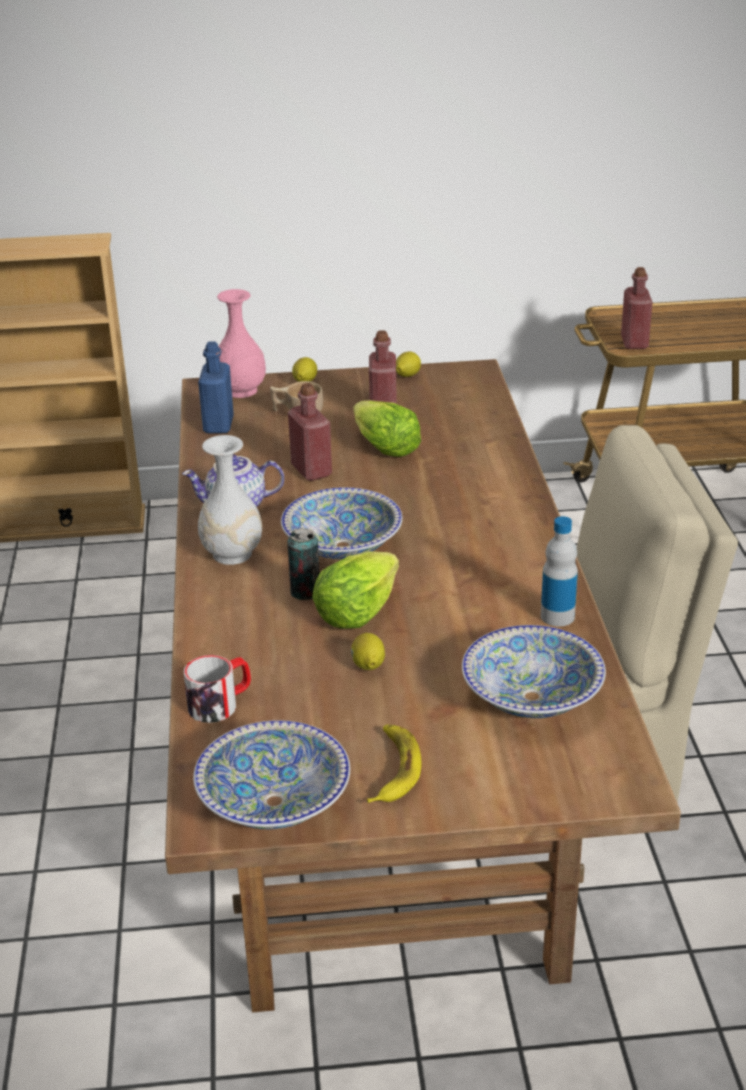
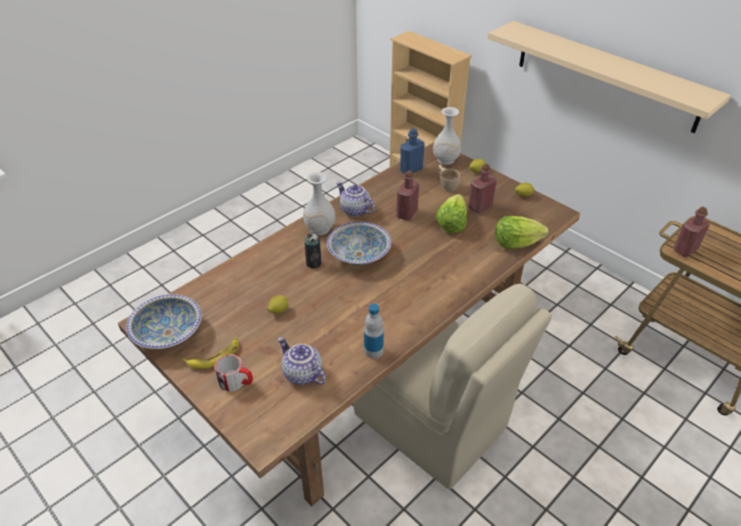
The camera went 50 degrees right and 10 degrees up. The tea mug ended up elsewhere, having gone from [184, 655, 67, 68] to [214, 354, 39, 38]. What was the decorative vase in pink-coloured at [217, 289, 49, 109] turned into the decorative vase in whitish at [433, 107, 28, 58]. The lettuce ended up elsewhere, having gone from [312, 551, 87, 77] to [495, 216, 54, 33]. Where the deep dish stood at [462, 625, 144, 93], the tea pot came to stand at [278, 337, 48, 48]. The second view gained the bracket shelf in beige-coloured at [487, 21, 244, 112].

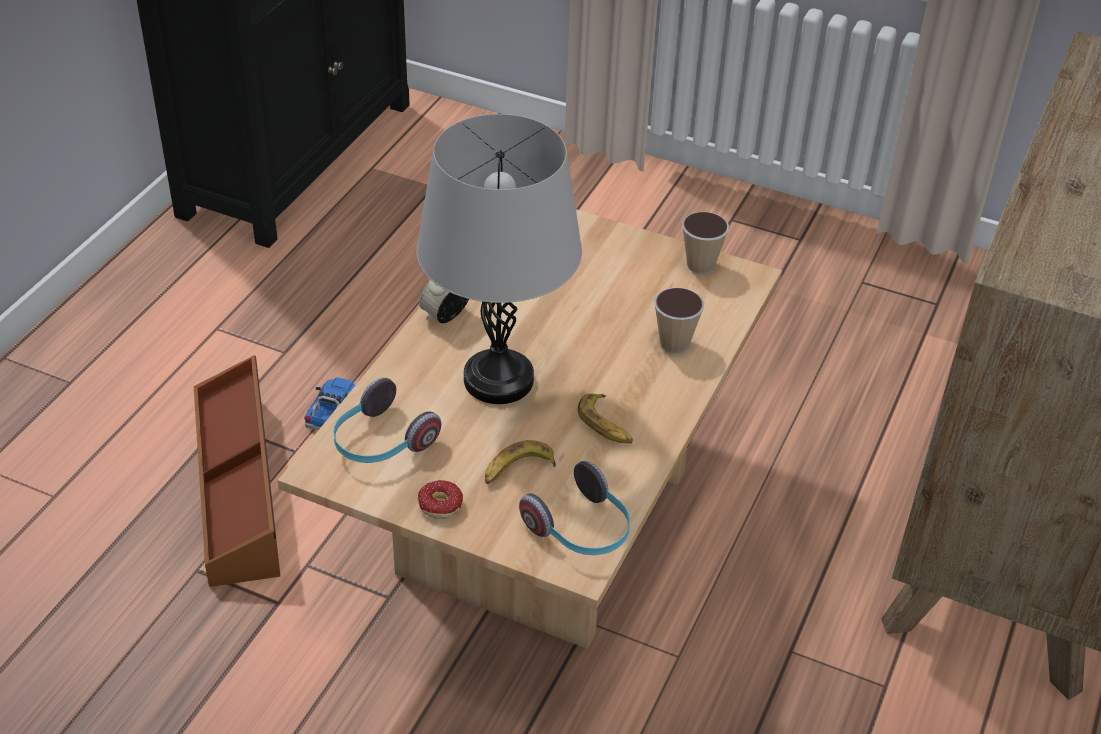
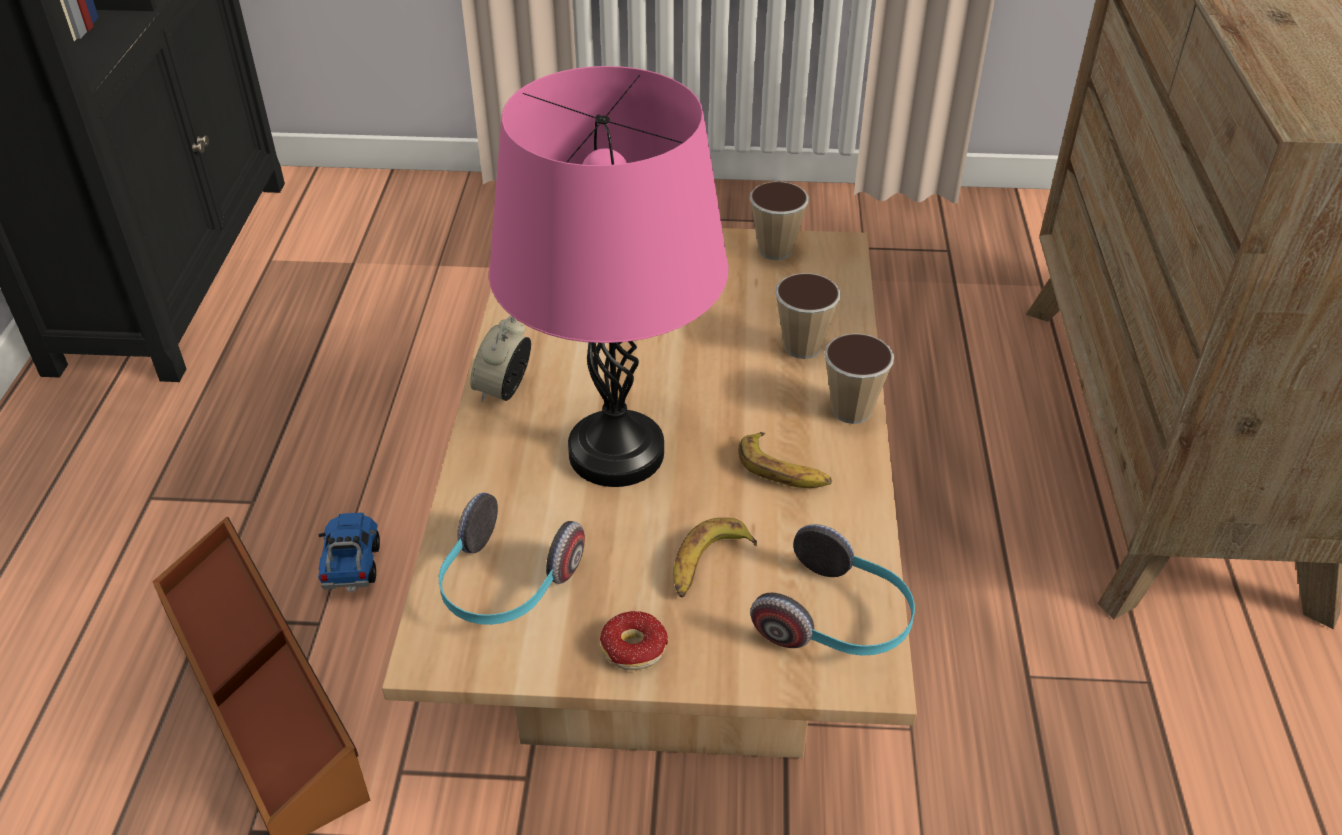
The camera went 20 degrees left and 0 degrees up. What was the tabletop lamp in greyish at [416, 114, 166, 290] turned into the tabletop lamp in pink-coloured at [489, 66, 240, 421]. The second view gained the drinking cup at [824, 333, 70, 91].

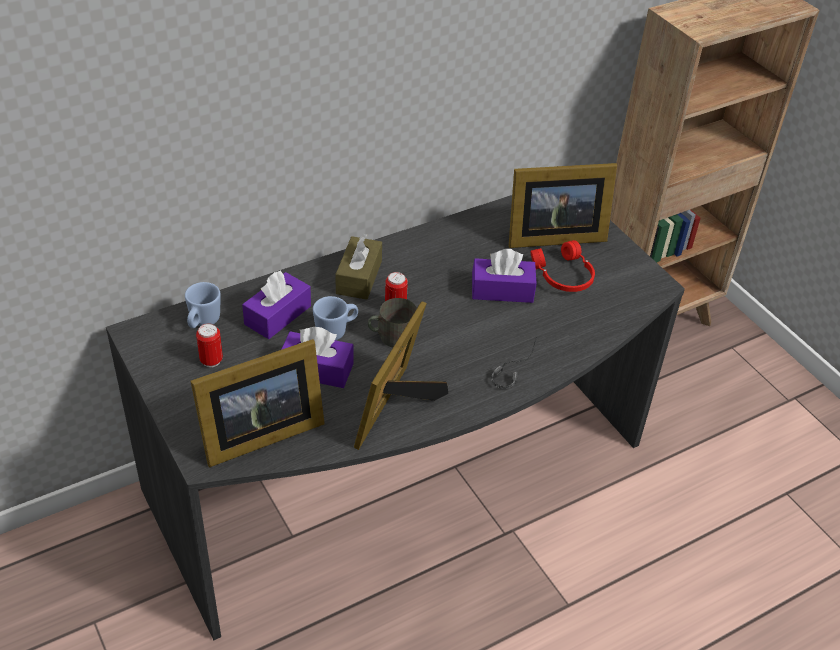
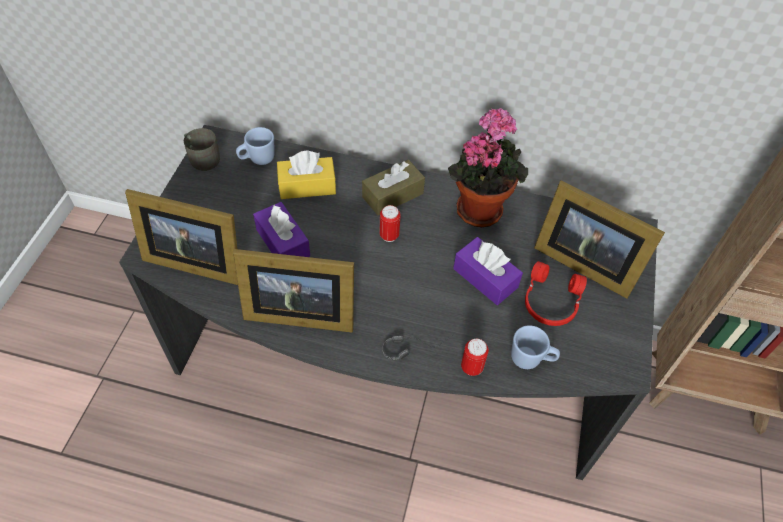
The camera went 45 degrees right and 10 degrees up. The sealed can ended up elsewhere, having gone from [196, 323, 27, 44] to [461, 339, 28, 37]. What was the tissue holder in purple at [242, 271, 69, 68] turned into the tissue holder in yellowish at [277, 151, 59, 48]. The tea mug in blue-coloured ended up elsewhere, having gone from [313, 296, 45, 44] to [511, 325, 49, 44]. The standing frame at [354, 301, 94, 149] ended up facing another way, 150 degrees counterclockwise from before. The tea mug in greyish ended up elsewhere, having gone from [368, 298, 49, 49] to [184, 128, 36, 43]. The second view gained the houseplant at [448, 108, 80, 119].

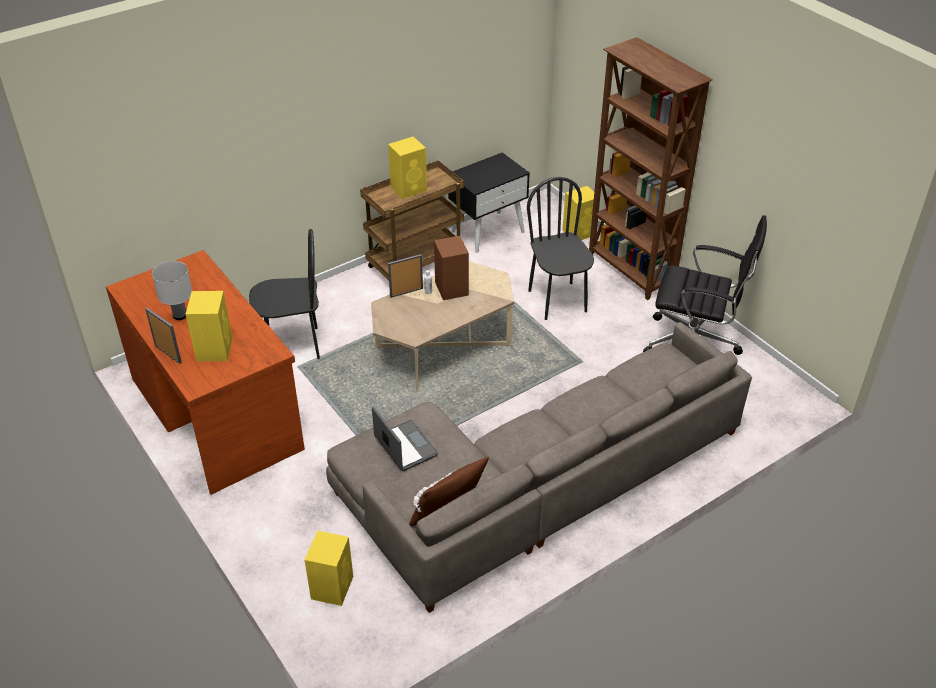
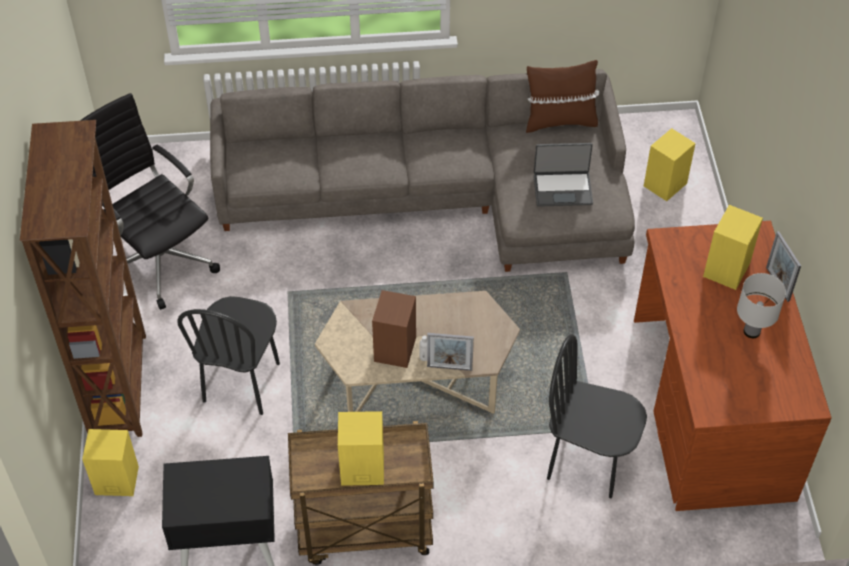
The camera went 150 degrees left and 10 degrees up. The laptop at [372, 407, 66, 65] ended up facing another way, 90 degrees counterclockwise from before.

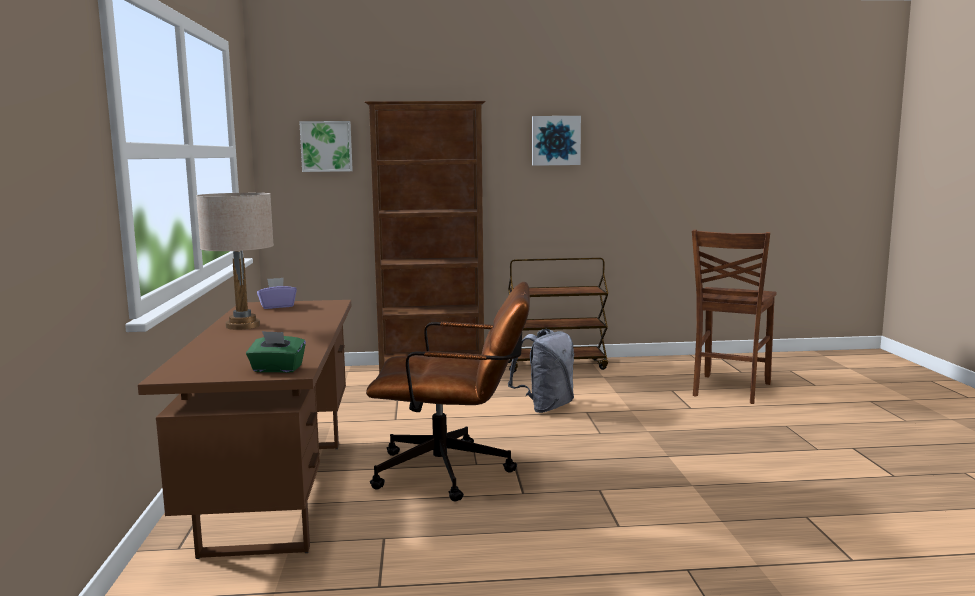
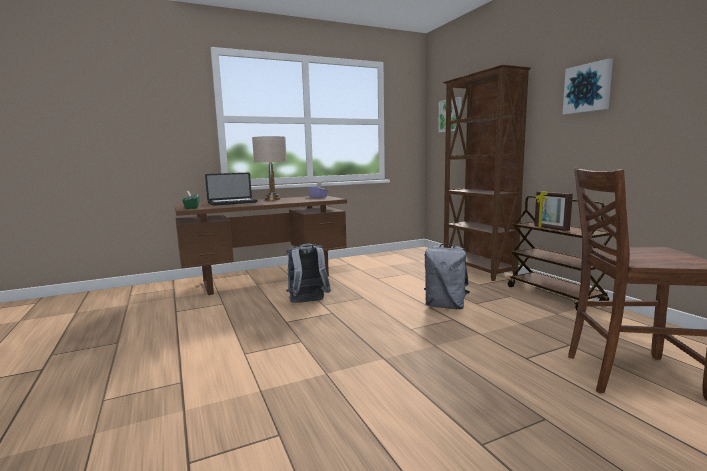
The camera went 70 degrees right and 0 degrees up. Where the desk chair in brownish stood at [366, 282, 164, 219], the rucksack in greyish came to stand at [286, 244, 45, 59]. The second view gained the laptop at [205, 173, 52, 33]. The second view gained the standing frame at [534, 191, 39, 40].

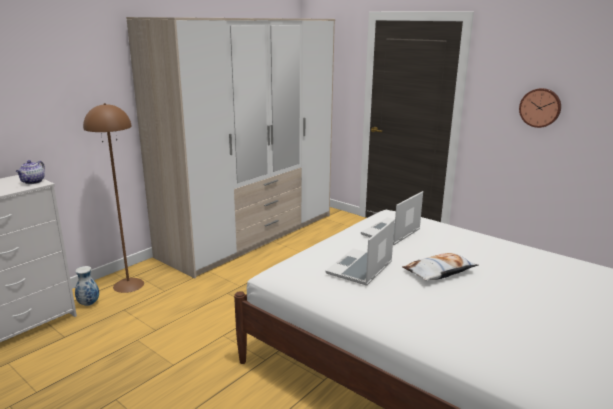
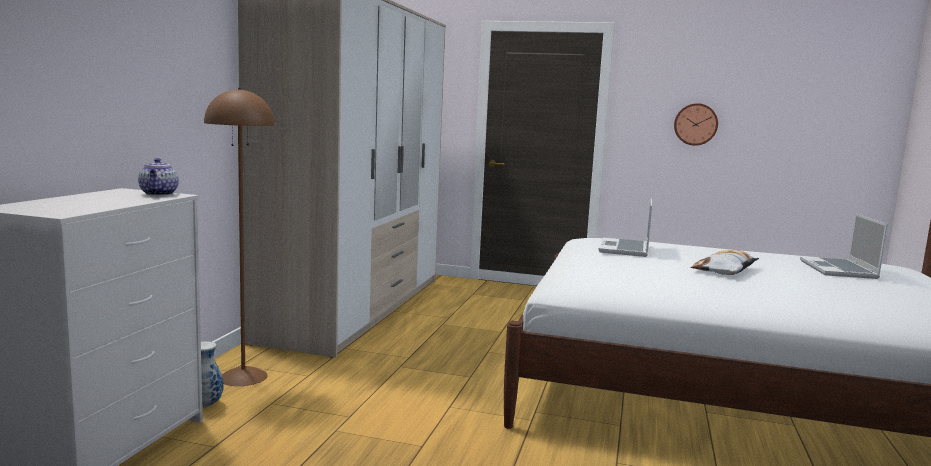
The camera went 25 degrees left and 10 degrees down. The laptop ended up elsewhere, having gone from [325, 219, 70, 67] to [800, 214, 88, 65].

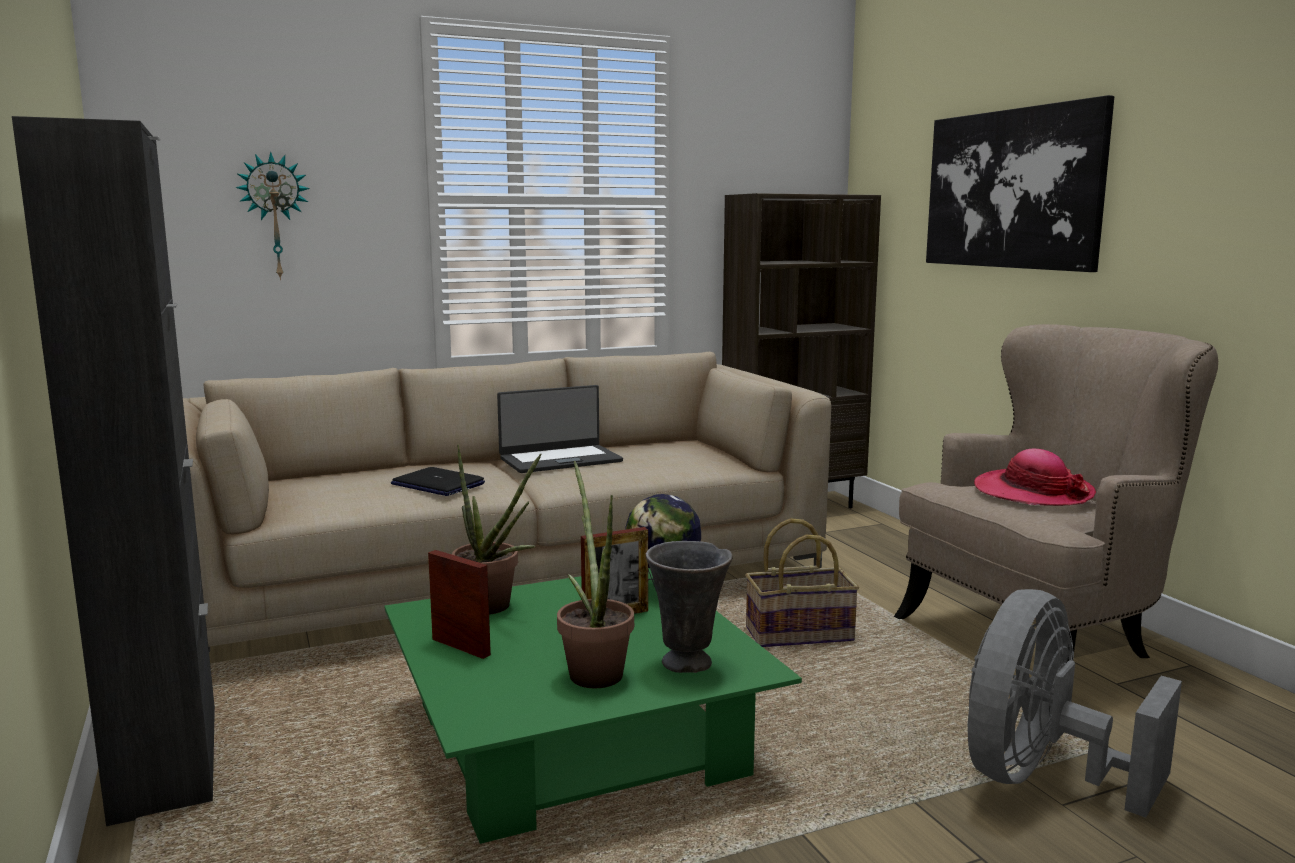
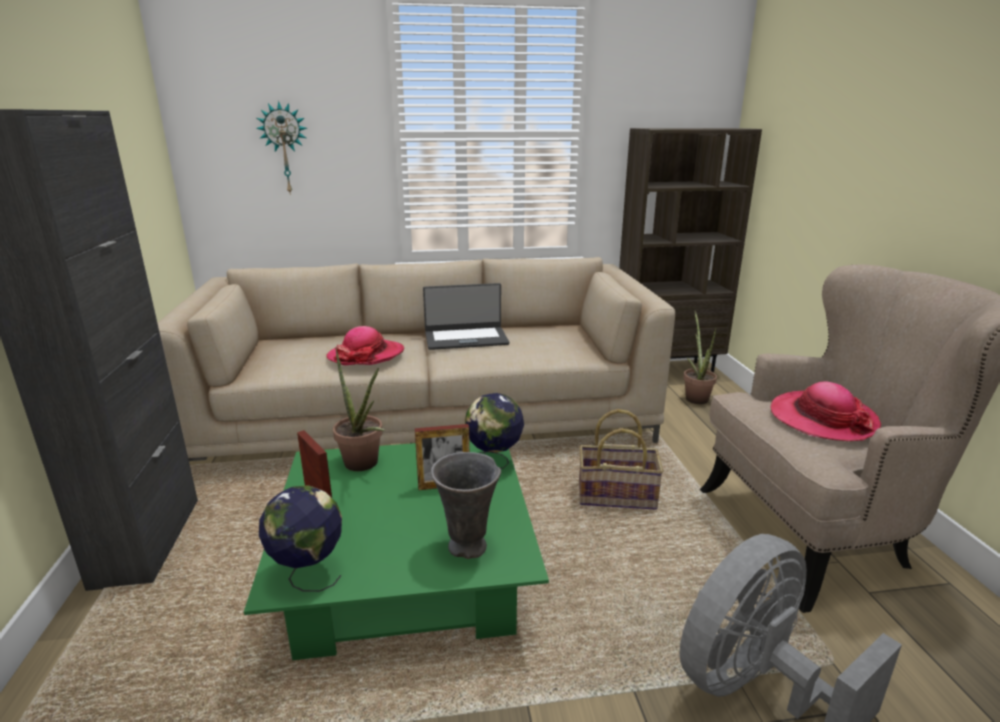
The camera went 15 degrees right and 10 degrees up. Where the laptop stood at [391, 467, 94, 29], the wearable hat came to stand at [326, 326, 78, 39]. The houseplant ended up elsewhere, having gone from [557, 461, 77, 227] to [683, 311, 34, 93]. The second view lost the wall picture at [926, 95, 188, 177]. The second view gained the globe at [259, 485, 83, 107].

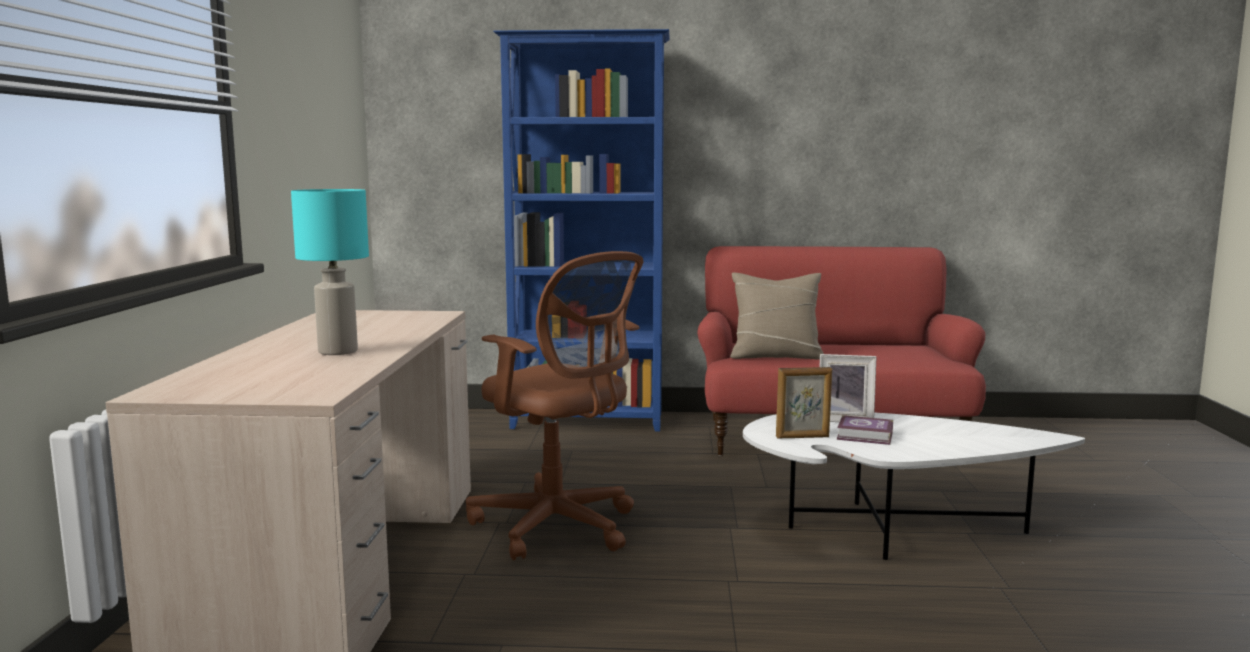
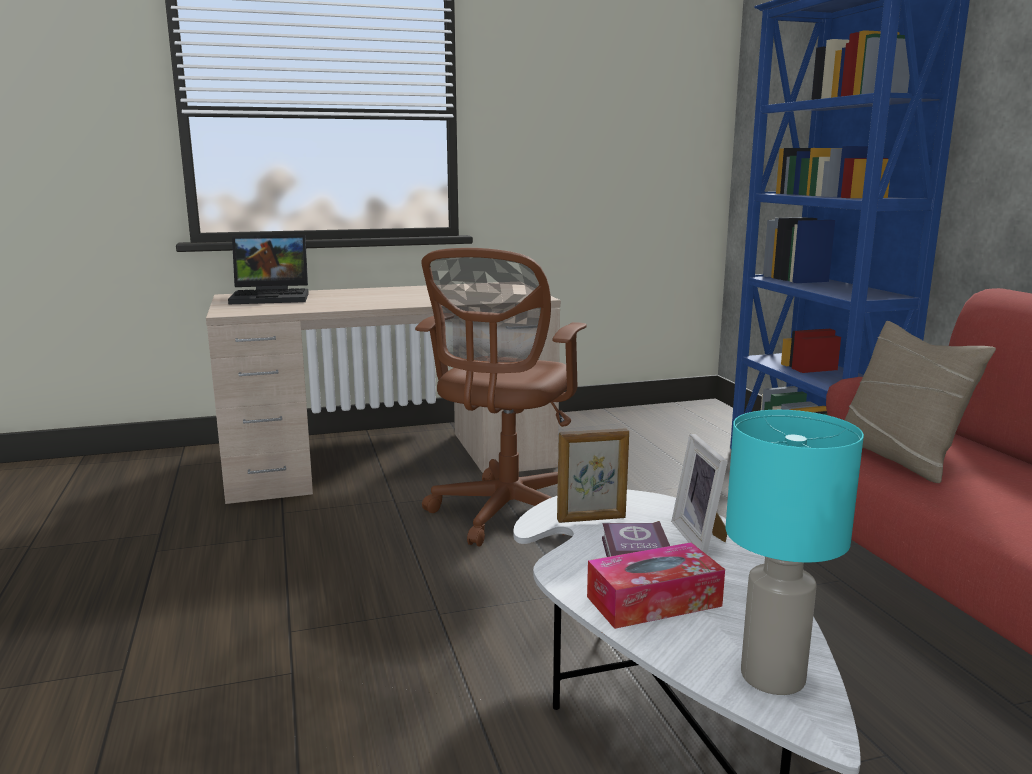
The camera went 70 degrees right and 5 degrees up. The tabletop lamp in turquoise-coloured ended up elsewhere, having gone from [291, 189, 78, 166] to [726, 410, 138, 285]. The standing frame at [776, 367, 56, 72] ended up facing another way, 75 degrees counterclockwise from before. The second view gained the laptop at [228, 235, 81, 69]. The second view gained the tissue holder at [587, 542, 138, 87].

